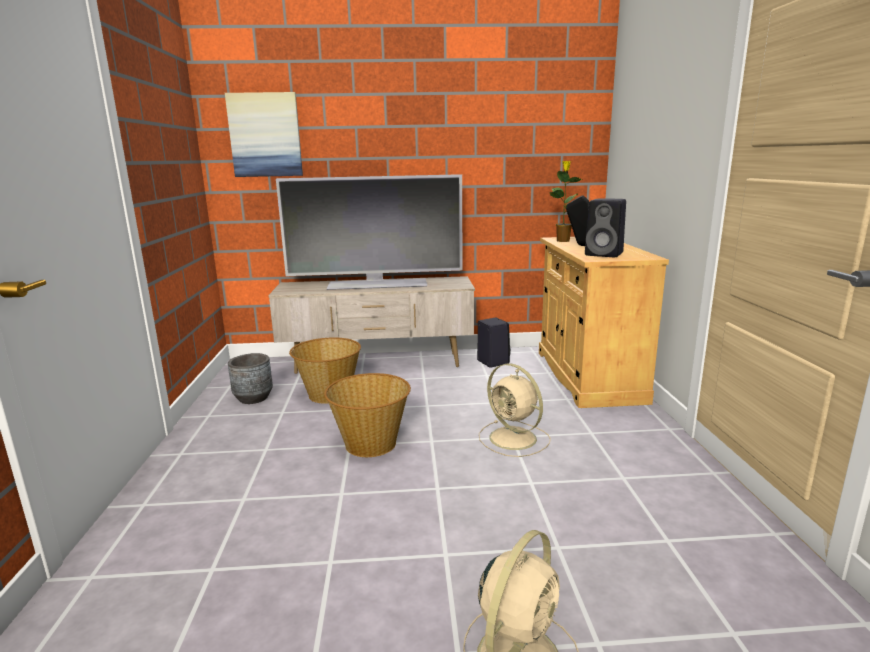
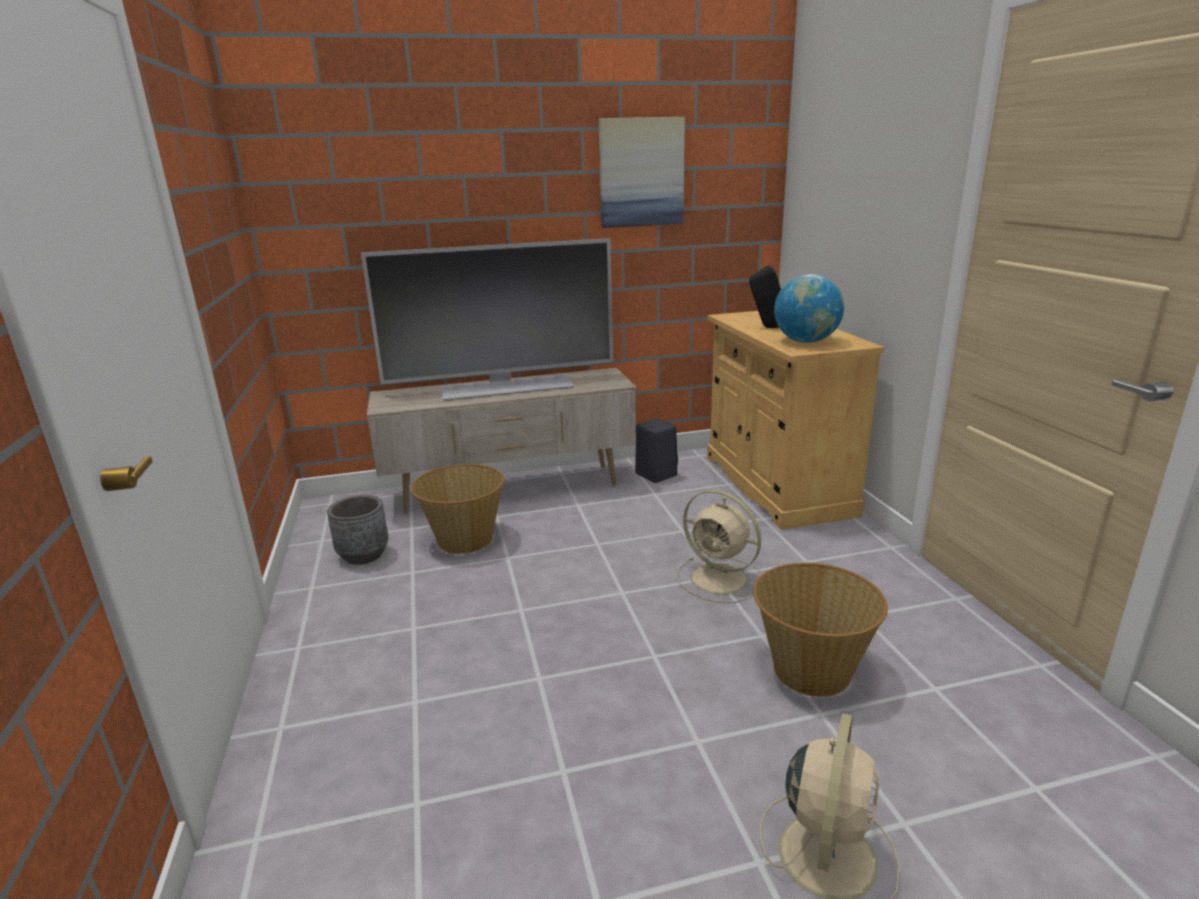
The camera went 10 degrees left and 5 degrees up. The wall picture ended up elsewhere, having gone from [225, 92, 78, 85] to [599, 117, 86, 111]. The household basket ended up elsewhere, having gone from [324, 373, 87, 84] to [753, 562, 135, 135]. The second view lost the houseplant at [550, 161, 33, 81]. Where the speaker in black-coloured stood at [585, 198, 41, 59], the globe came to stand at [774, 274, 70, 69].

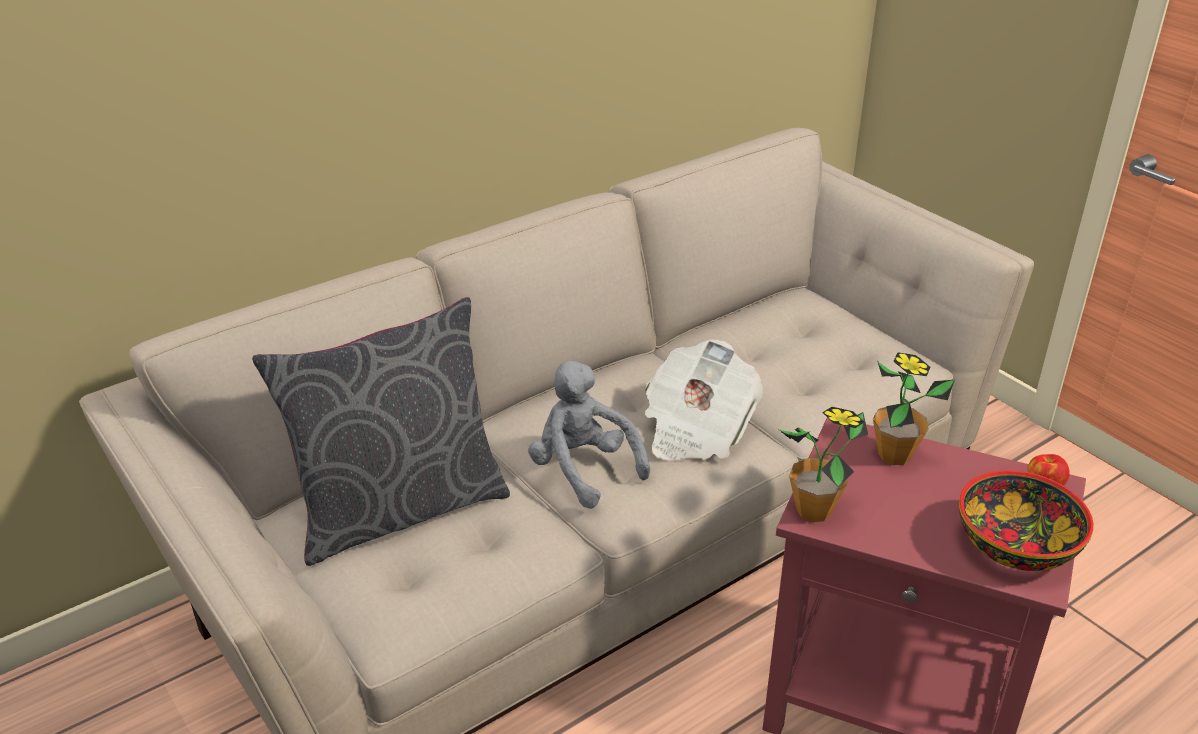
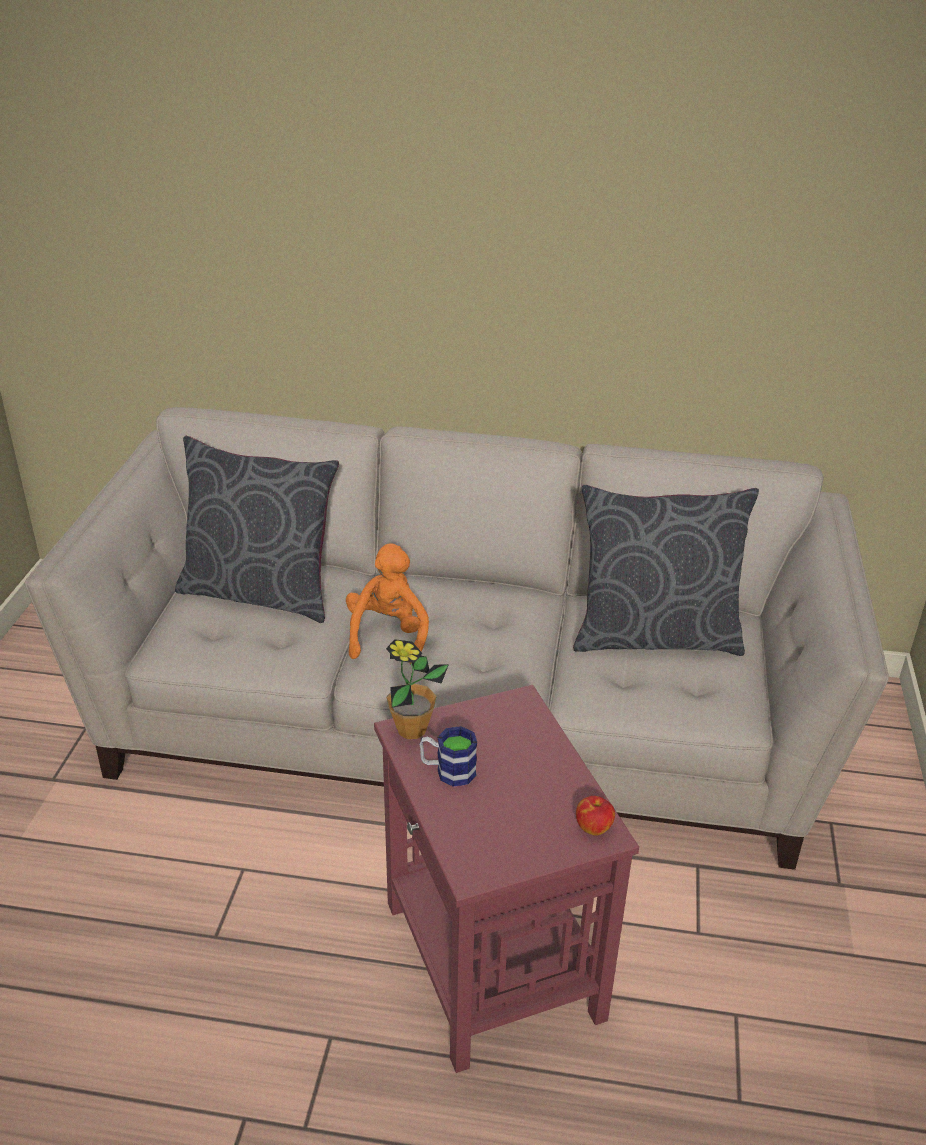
The camera went 45 degrees right and 0 degrees up. What was the soft toy in greyish at [528, 361, 122, 148] turned into the soft toy in orange-coloured at [346, 544, 83, 121]. The second view lost the printed paper at [645, 339, 118, 122]. The second view lost the houseplant at [873, 352, 82, 113]. The second view lost the deep dish at [959, 470, 135, 101]. The second view gained the tea mug at [420, 726, 57, 61]. The second view gained the throw pillow in greyish at [573, 485, 186, 171].

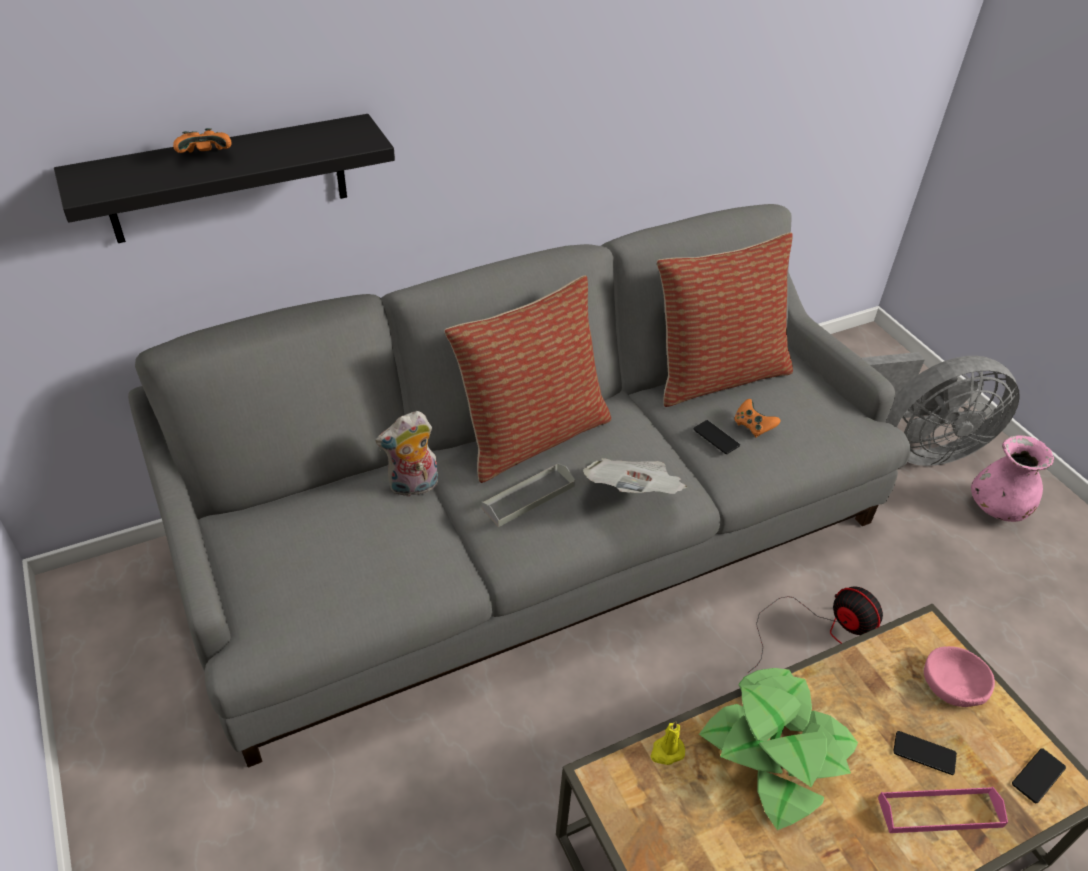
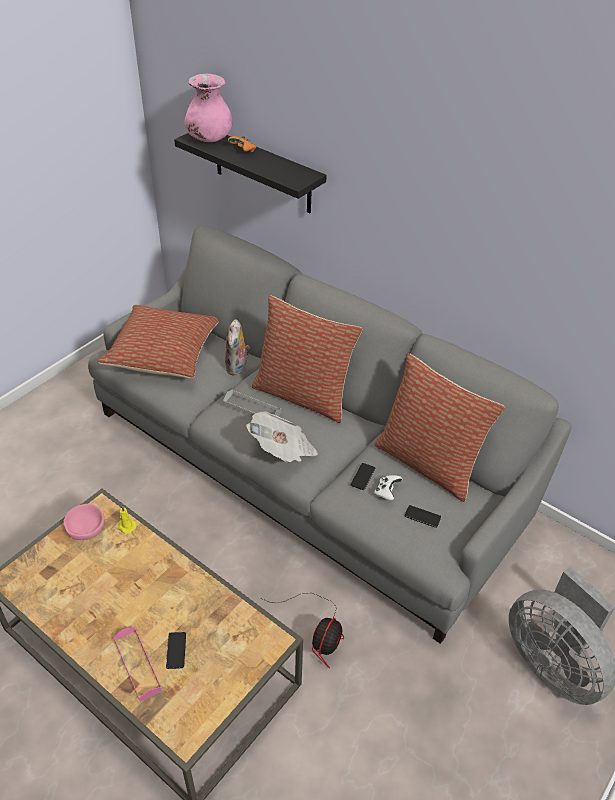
The camera went 65 degrees right and 0 degrees up. The soft toy at [376, 411, 62, 86] ended up facing another way, 120 degrees counterclockwise from before. The second view lost the houseplant at [699, 668, 159, 162]. What was the gamepad in orange-coloured at [734, 399, 47, 39] turned into the gamepad in whitish at [374, 475, 28, 25]. The deep dish in pink-coloured ended up elsewhere, having gone from [924, 646, 71, 61] to [63, 504, 42, 36]. The decorative vase in pink-coloured ended up elsewhere, having gone from [971, 435, 83, 87] to [185, 73, 48, 69]. The telephone ended up elsewhere, having gone from [1012, 748, 54, 55] to [404, 505, 37, 23]. The second view gained the throw pillow at [98, 305, 121, 74].

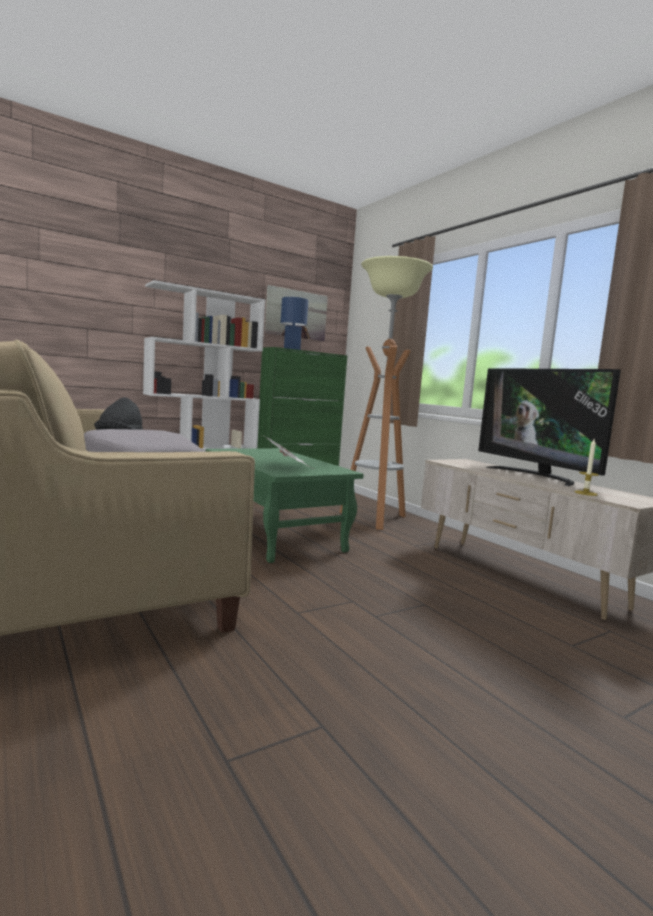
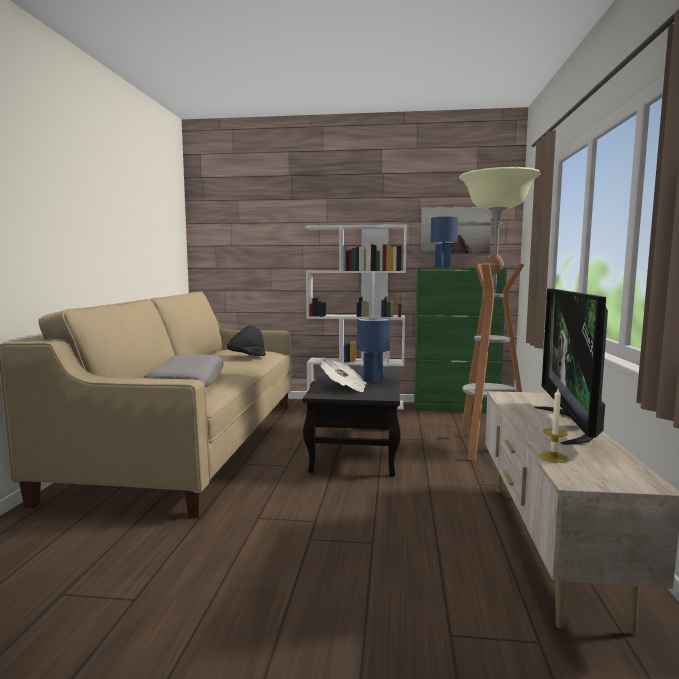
The camera went 40 degrees right and 0 degrees up. What was the lounge table in green-coloured at [206, 448, 158, 115] turned into the lounge table in black-coloured at [303, 366, 98, 111]. The second view gained the tabletop lamp in blue-coloured at [357, 318, 33, 64].

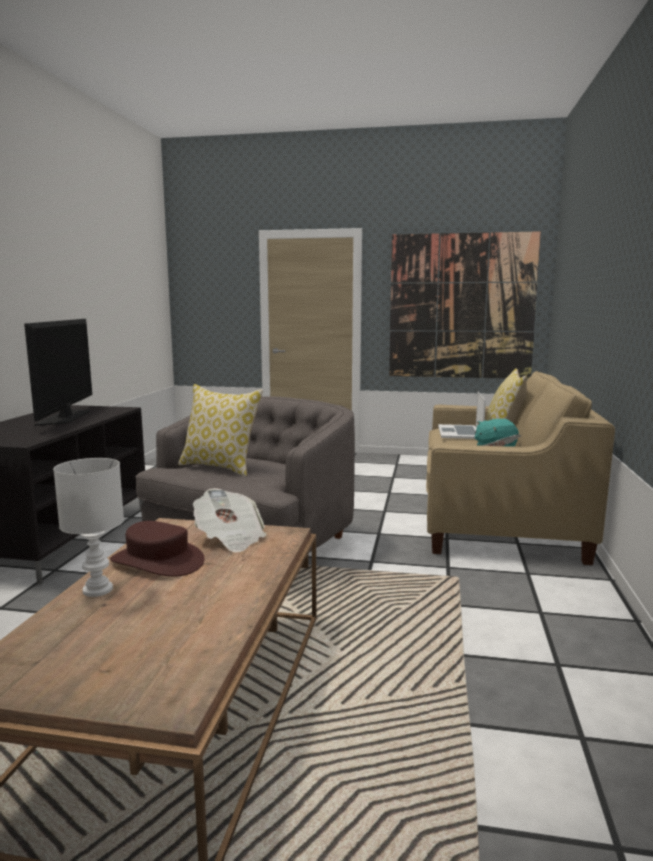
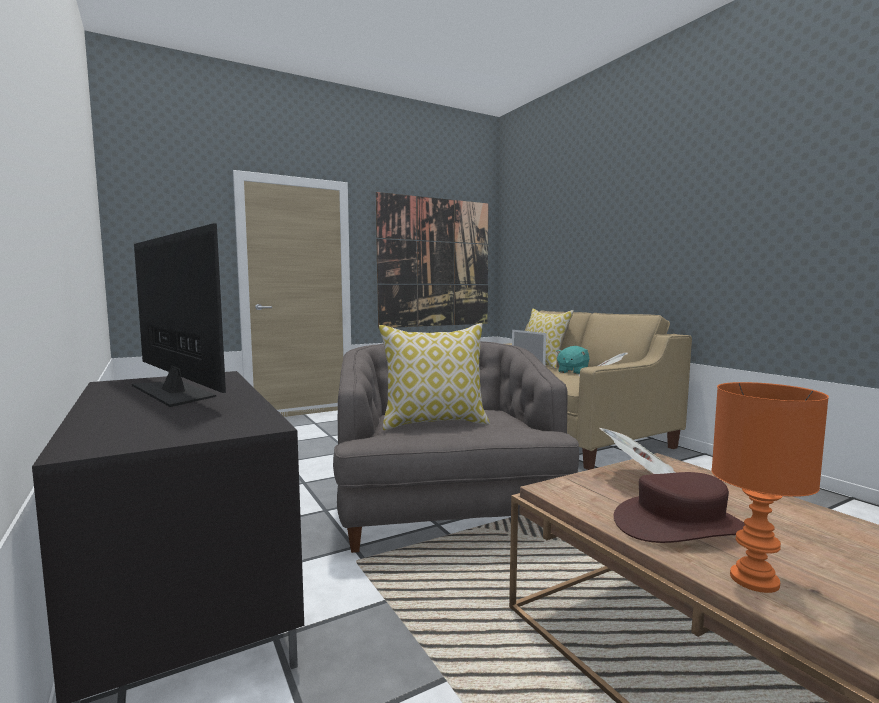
The camera went 40 degrees left and 5 degrees down. What was the tabletop lamp in whitish at [53, 458, 71, 139] turned into the tabletop lamp in orange-coloured at [712, 382, 117, 211].

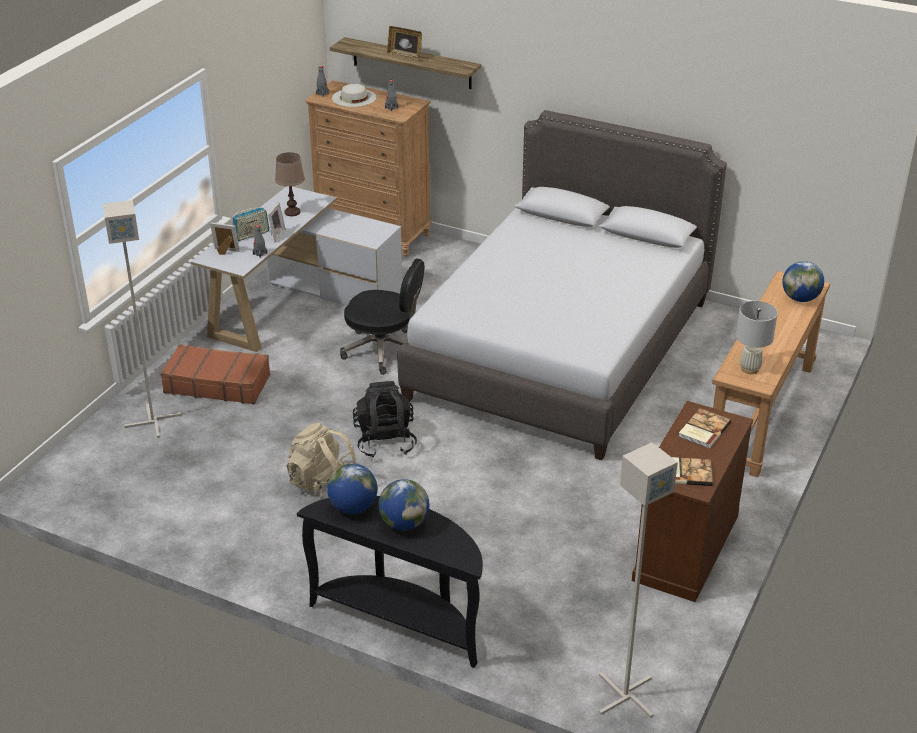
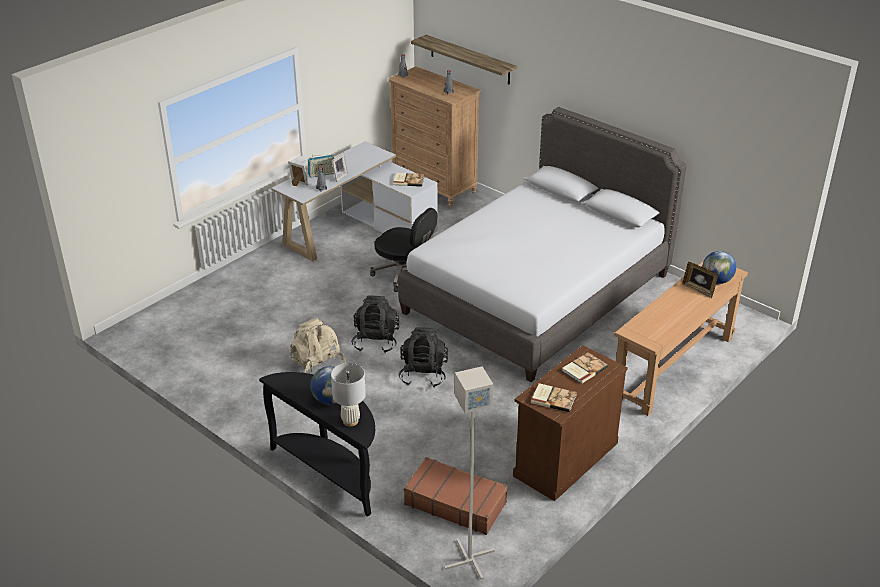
The camera went 15 degrees right and 0 degrees up. The second view lost the standard lamp in greyish at [103, 200, 78, 238]. The travel case in brownish ended up elsewhere, having gone from [160, 344, 110, 60] to [404, 457, 104, 78]. The second view lost the tabletop lamp in brownish at [275, 152, 30, 64]. The second view lost the globe at [327, 464, 51, 50]. The second view lost the wearable hat in whitish at [332, 84, 44, 23]. The standing frame ended up elsewhere, having gone from [387, 26, 35, 35] to [682, 262, 36, 36]. The tabletop lamp in whitish ended up elsewhere, having gone from [736, 301, 42, 73] to [331, 363, 35, 63]. The second view gained the volume at [393, 173, 31, 14]. The second view gained the rucksack in black-coloured at [398, 327, 50, 60].

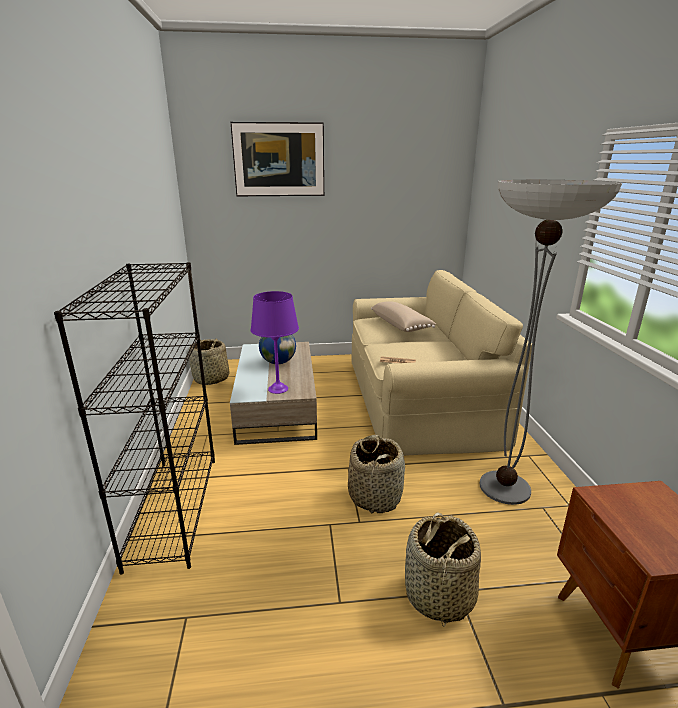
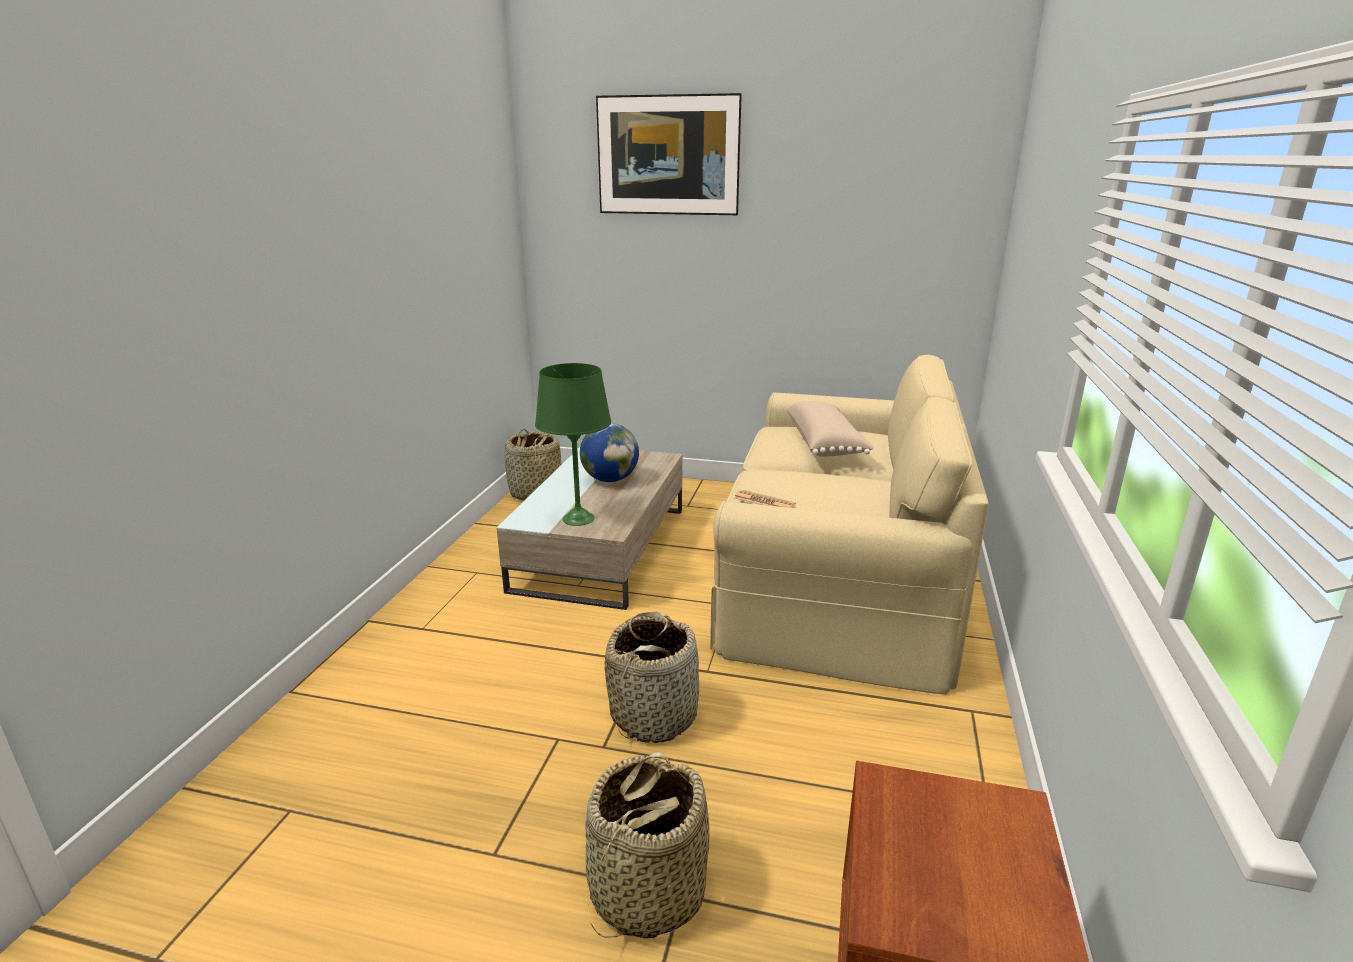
The camera went 20 degrees right and 0 degrees up. The second view lost the bookshelf in black-coloured at [54, 262, 161, 313]. What was the tabletop lamp in purple at [251, 291, 48, 103] turned into the tabletop lamp in green-coloured at [535, 363, 76, 163]. The second view lost the standard lamp at [479, 180, 143, 325].

